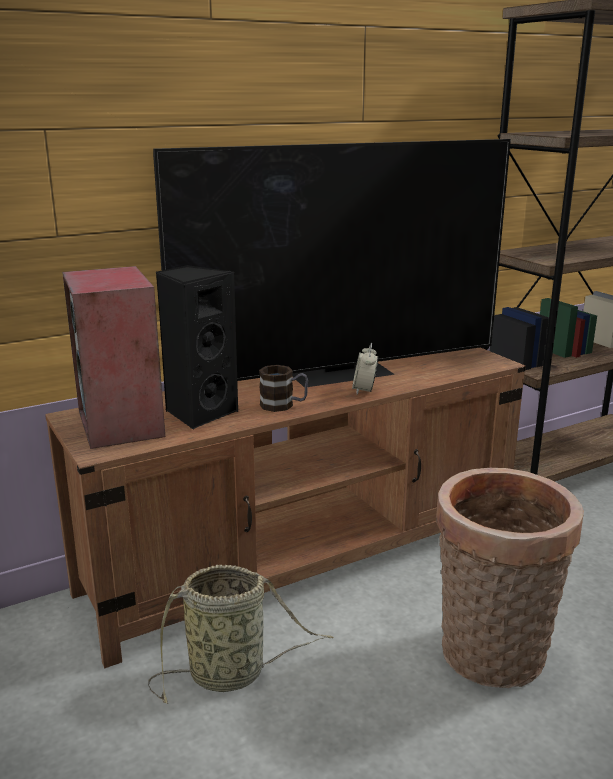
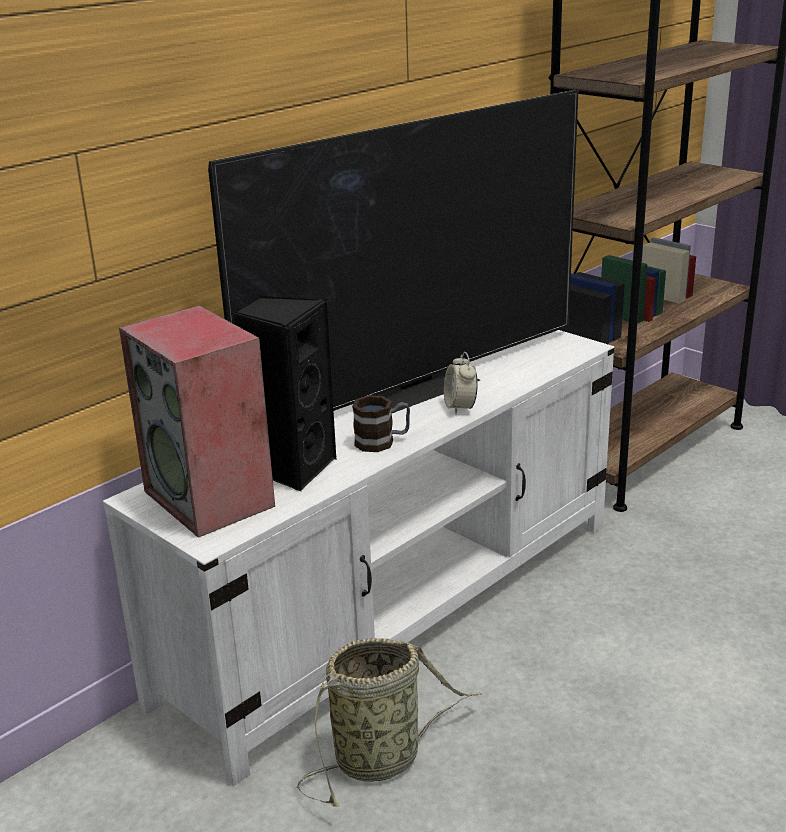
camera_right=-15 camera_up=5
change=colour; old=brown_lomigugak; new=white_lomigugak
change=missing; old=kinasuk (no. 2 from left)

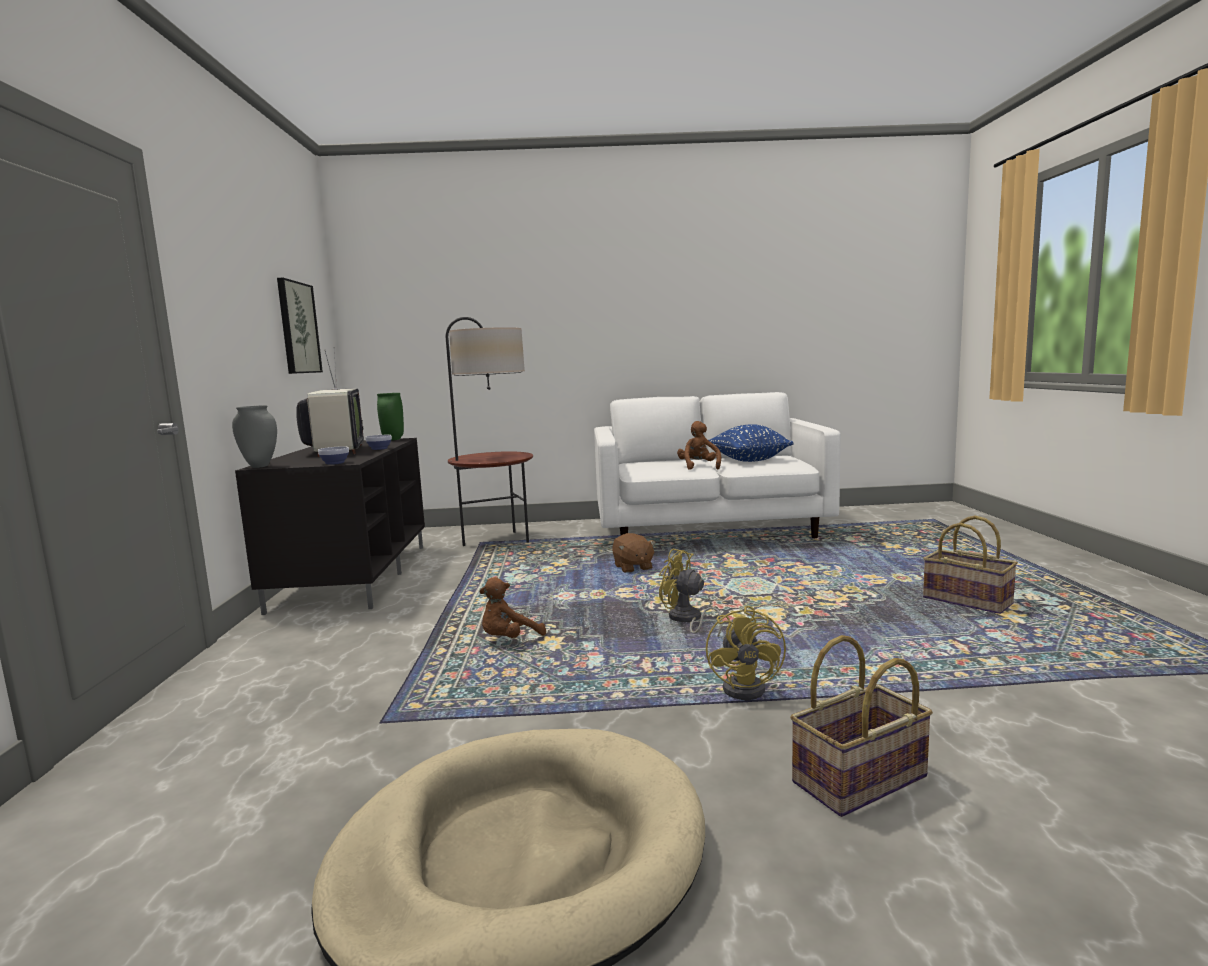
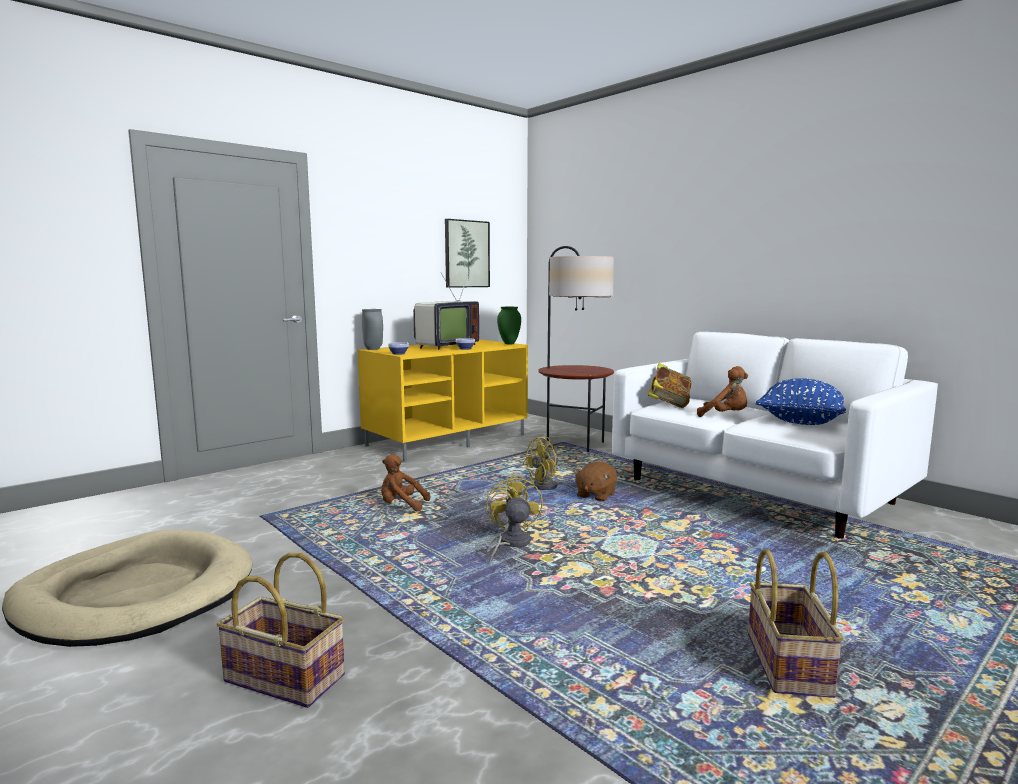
camera_right=50 camera_up=0
change=colour; old=black_lomigugak; new=yellow_lomigugak
change=relocated; old=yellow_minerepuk (no. 2 from left)
change=appeared; new=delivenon
change=spun; old=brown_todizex (no. 3 from left); degrees=75

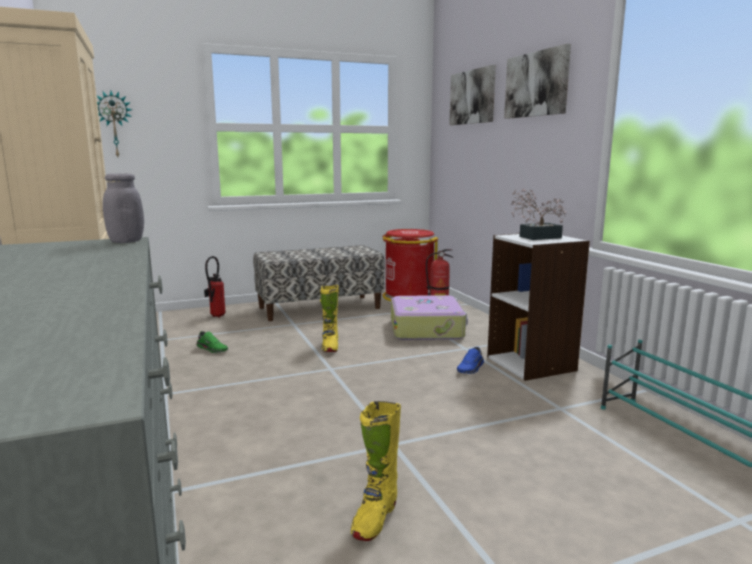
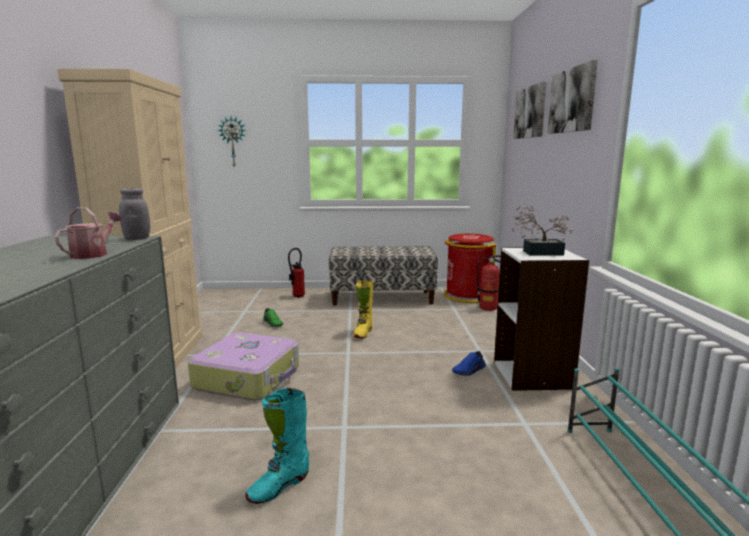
camera_right=20 camera_up=0
change=appeared; new=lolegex
change=relocated; old=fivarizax
change=colour; old=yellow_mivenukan (no. 2 from left); new=turquoise_mivenukan

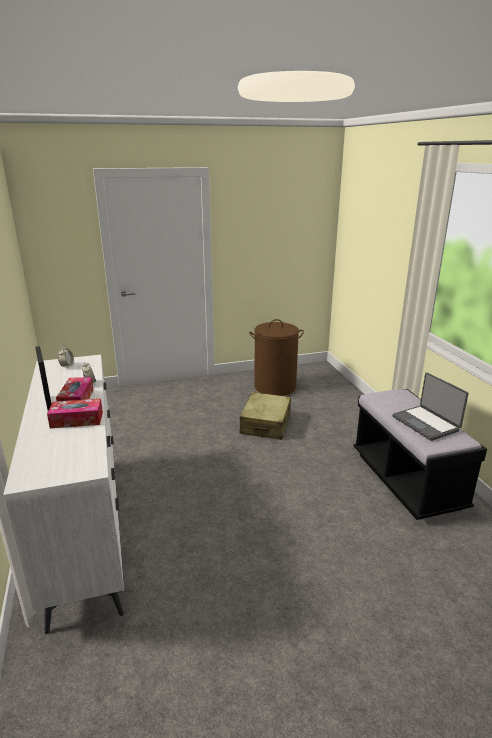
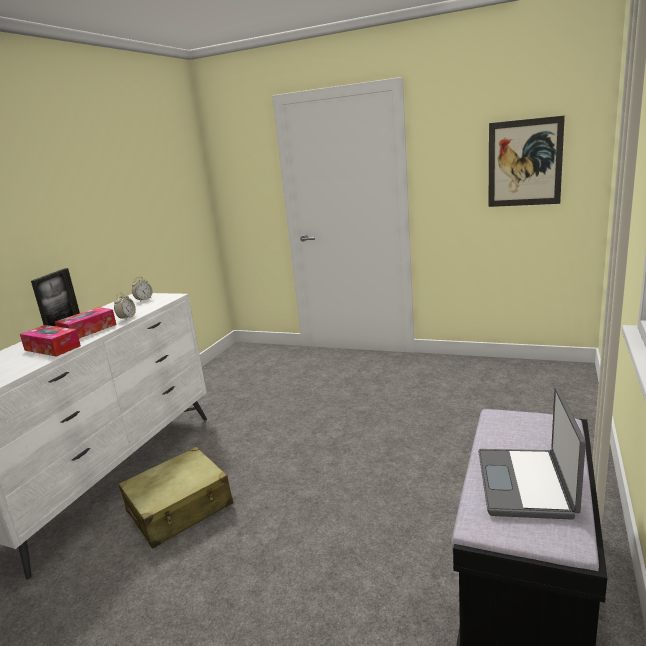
camera_right=40 camera_up=-5
change=relocated; old=beige_fivarizax
change=appeared; new=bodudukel
change=missing; old=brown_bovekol

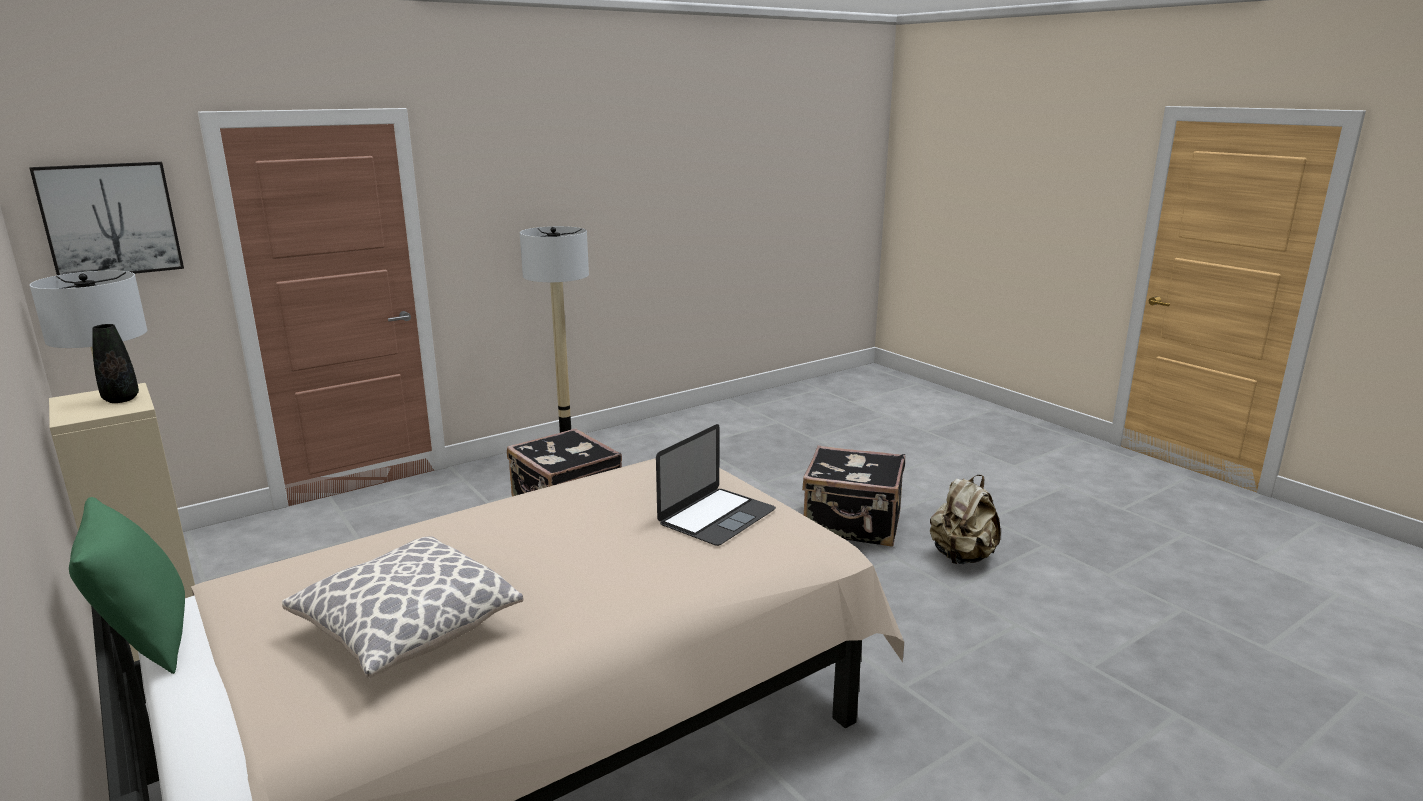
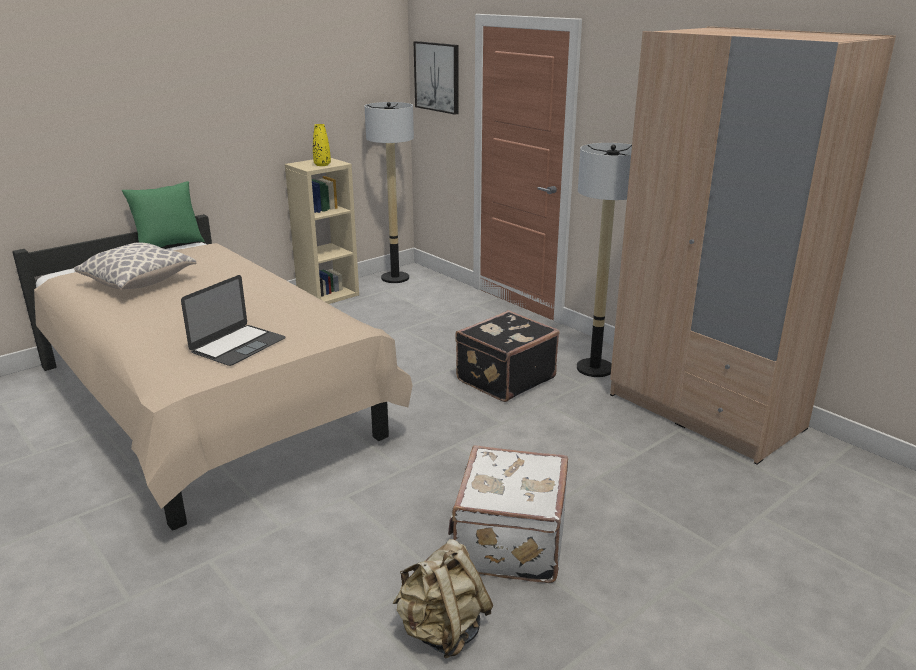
camera_right=85 camera_up=5
change=spun; old=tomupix; degrees=-90
change=colour; old=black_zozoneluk; new=yellow_zozoneluk
change=colour; old=black_fivarizax (no. 2 from left); new=white_fivarizax
change=appeared; new=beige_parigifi

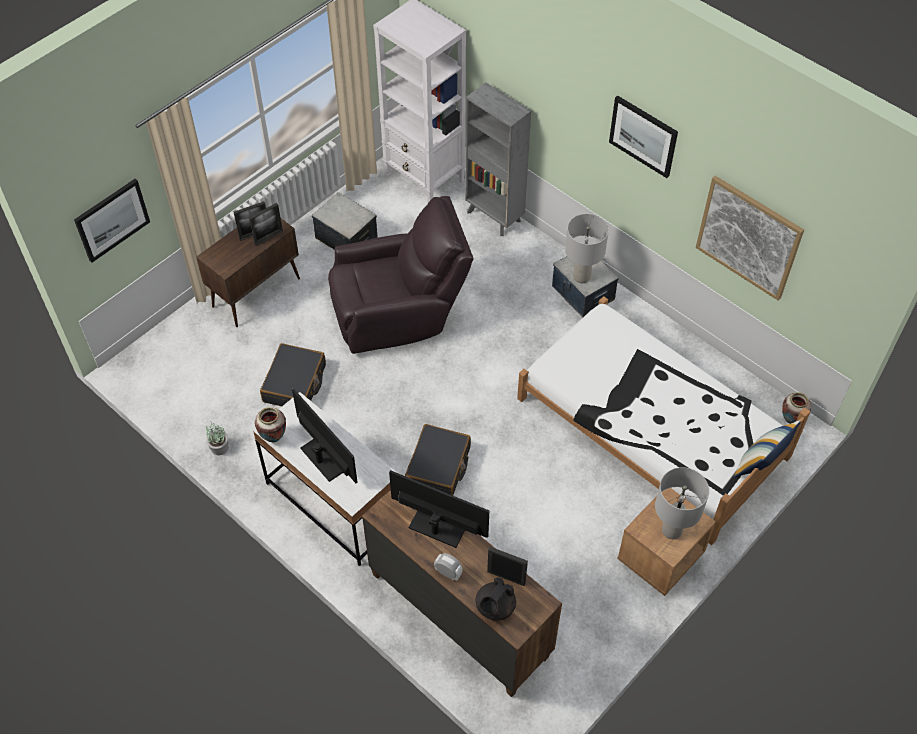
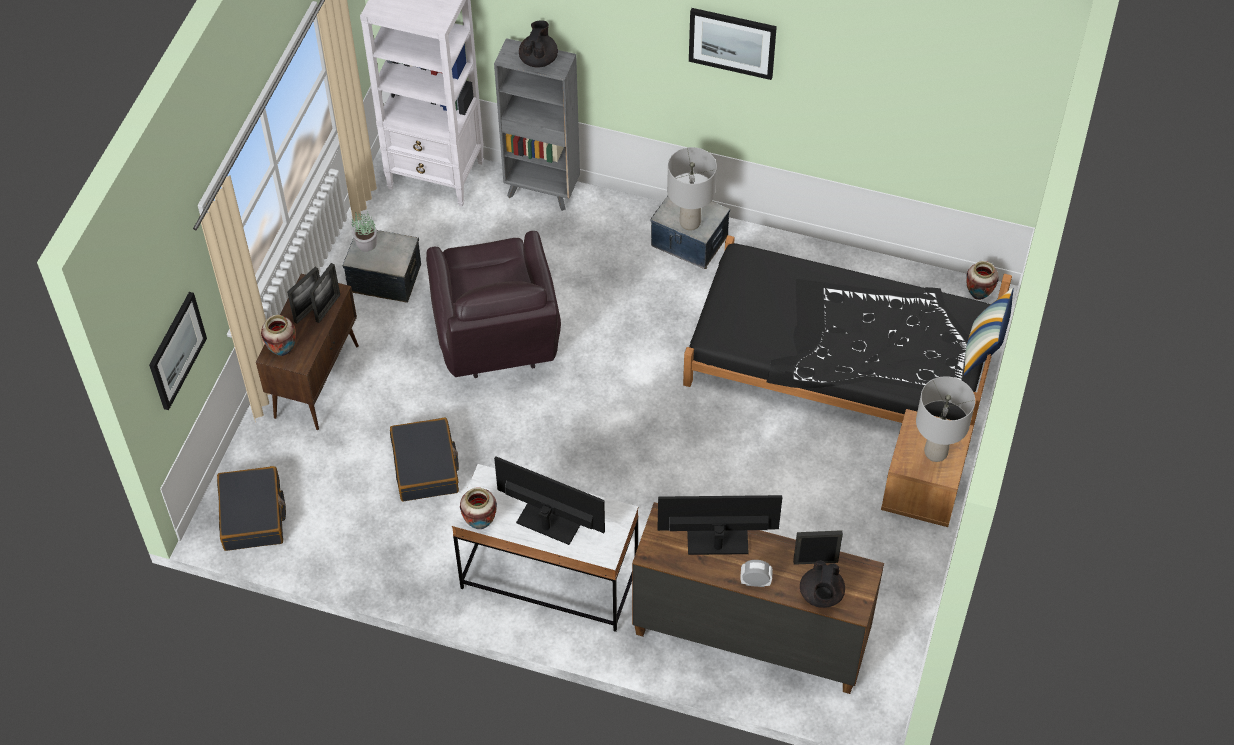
camera_right=-25 camera_up=0
change=relocated; old=black_fivarizax (no. 2 from left in the first image); new=black_fivarizax (no. 1 from left)
change=appeared; new=zozoneluk (no. 1 from left)
change=relocated; old=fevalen
change=spun; old=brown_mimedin; degrees=120
change=appeared; new=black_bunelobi (no. 1 from left)
change=colour; old=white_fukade; new=black_fukade
change=missing; old=bodudukel (no. 3 from left)

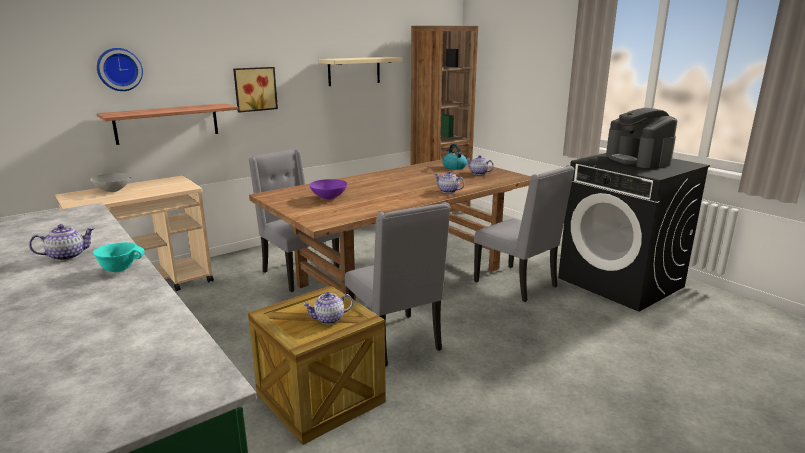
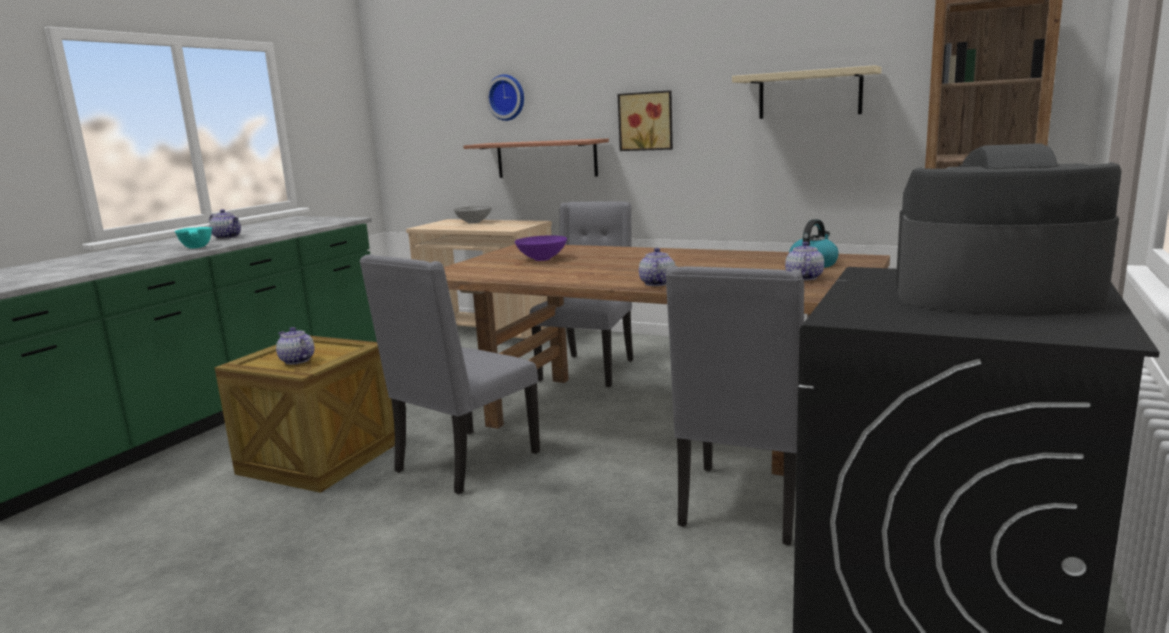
camera_right=65 camera_up=-5
change=spun; old=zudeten; degrees=60

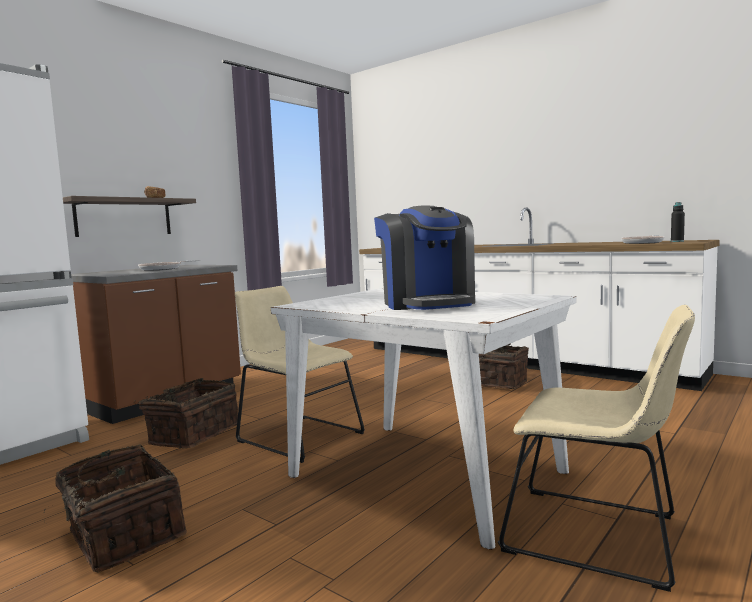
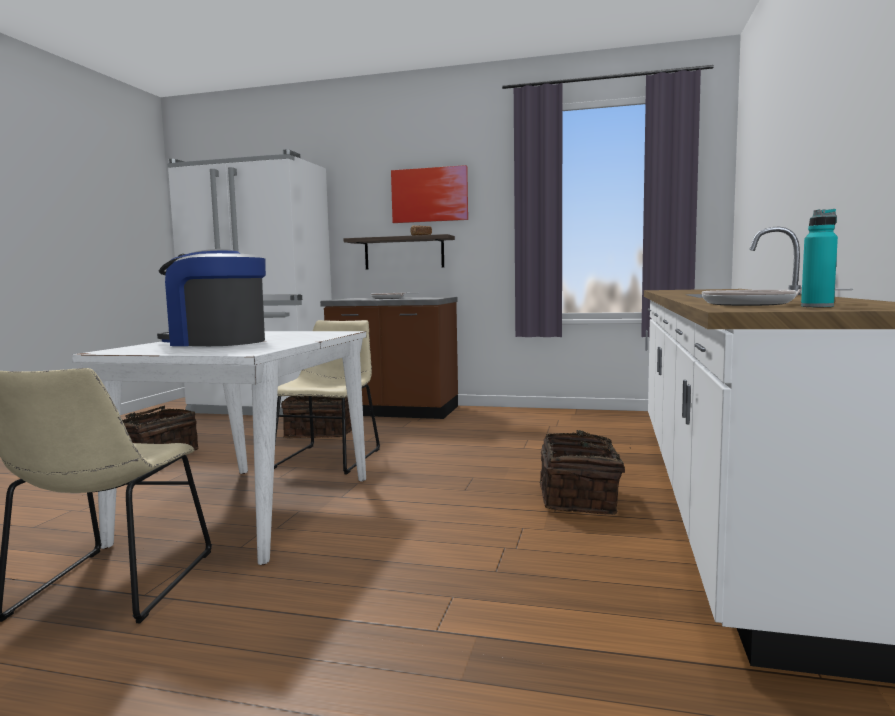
camera_right=65 camera_up=0
change=spun; old=zudeten; degrees=60
change=appeared; new=bodudukel
change=colour; old=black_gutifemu; new=turquoise_gutifemu

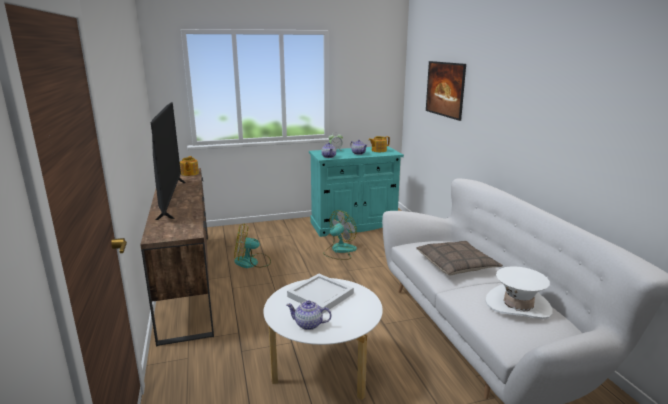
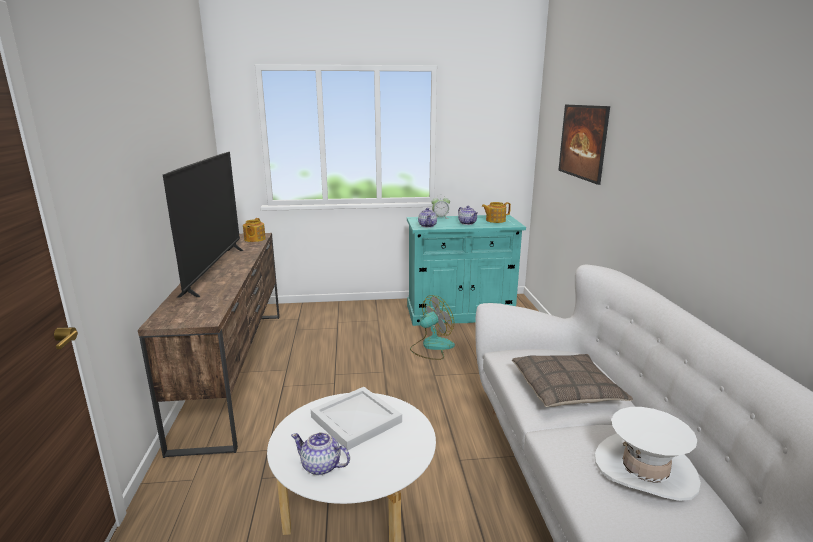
camera_right=10 camera_up=0
change=missing; old=minerepuk (no. 1 from left)

